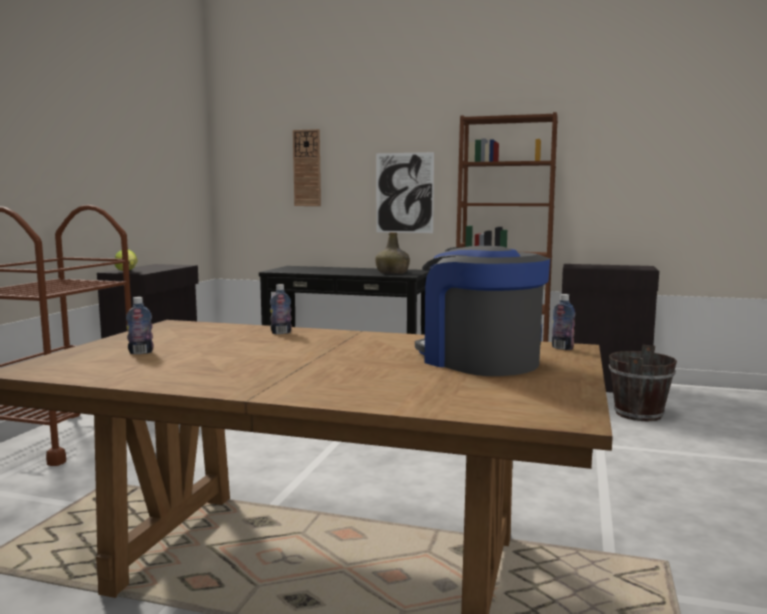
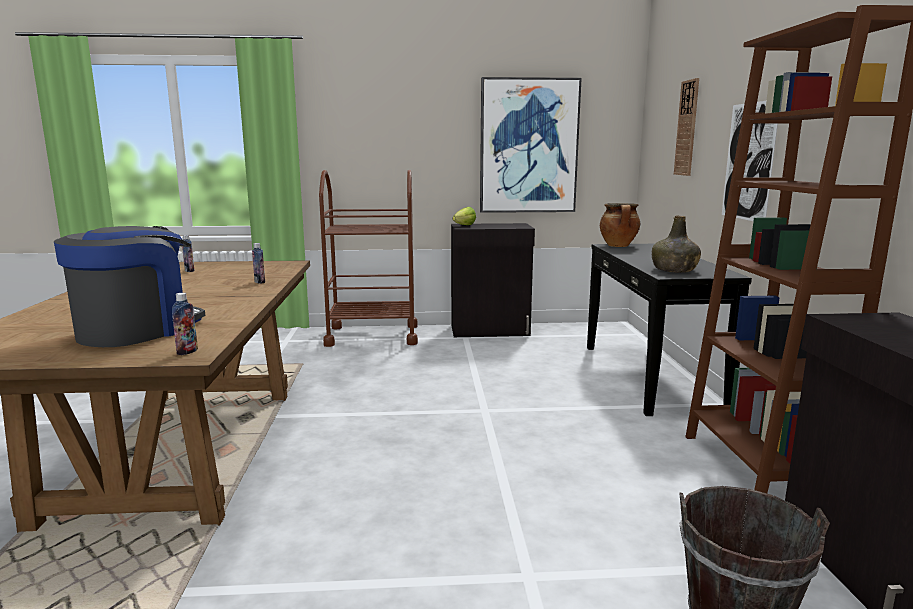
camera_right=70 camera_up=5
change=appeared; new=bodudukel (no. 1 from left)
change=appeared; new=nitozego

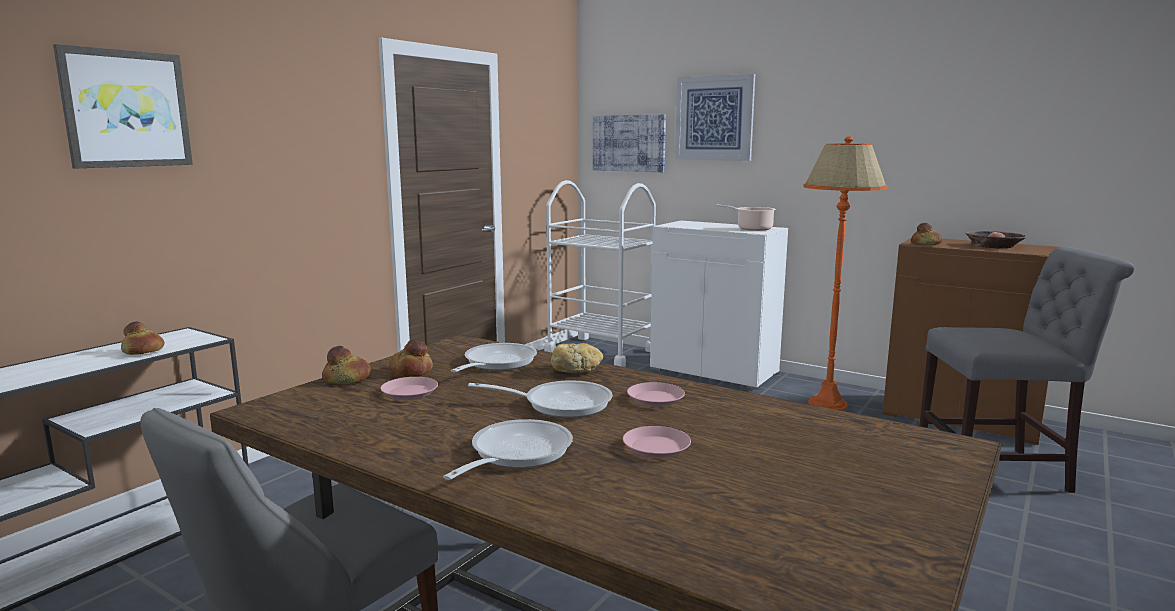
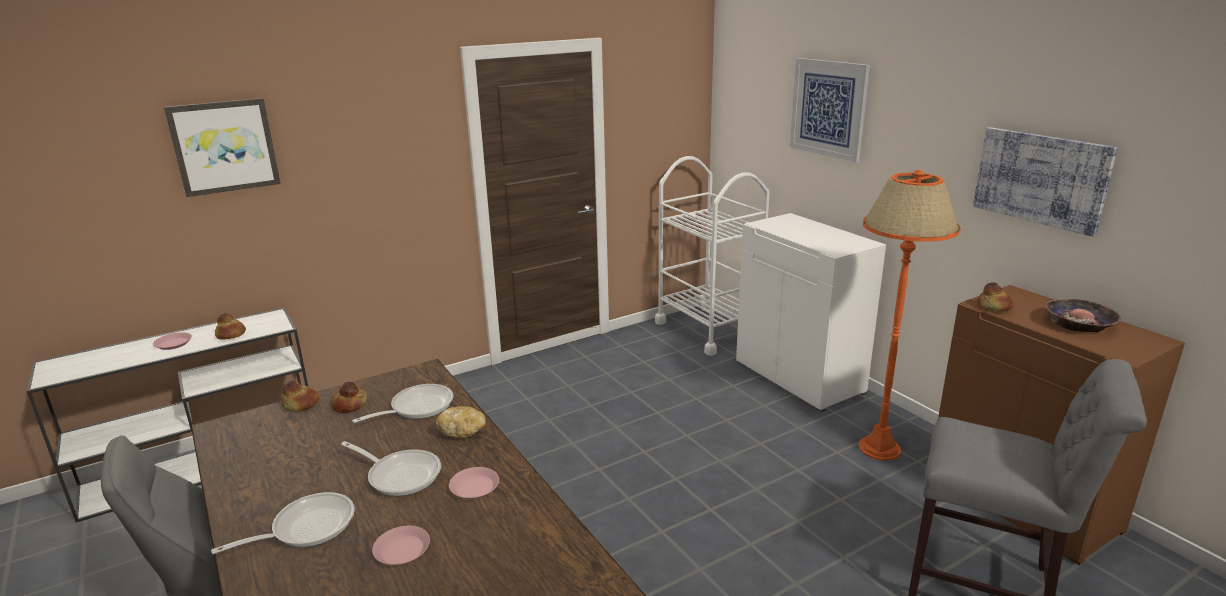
camera_right=25 camera_up=10
change=relocated; old=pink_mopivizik (no. 1 from left)
change=relocated; old=bodudukel (no. 2 from left in the first image); new=bodudukel (no. 3 from left)
change=missing; old=nitozego

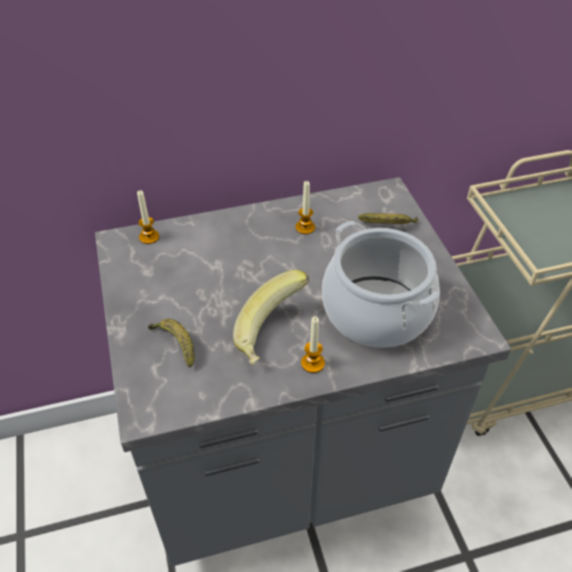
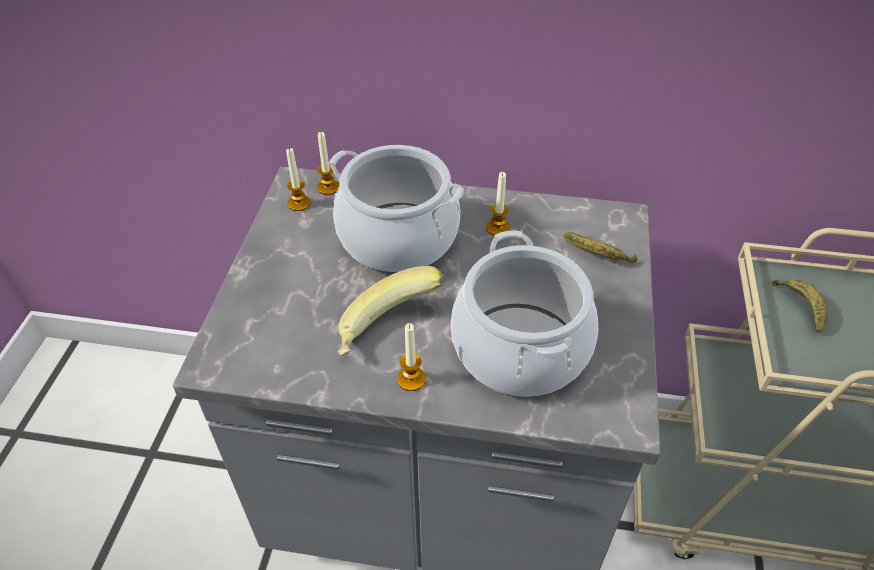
camera_right=25 camera_up=0
change=appeared; new=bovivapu (no. 1 from left)
change=appeared; new=nitozego (no. 1 from left)
change=relocated; old=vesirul (no. 1 from left in the first image); new=vesirul (no. 3 from left)

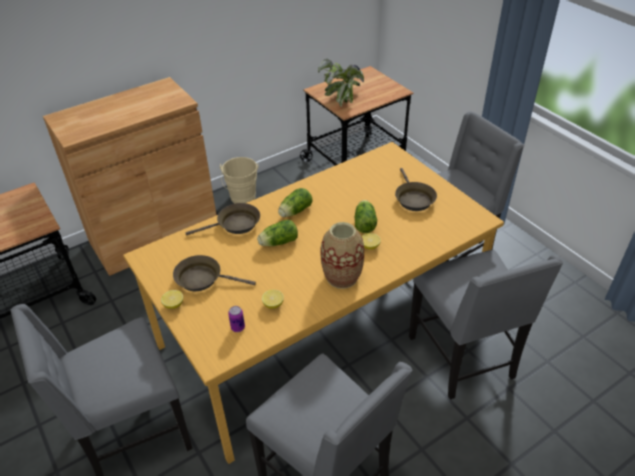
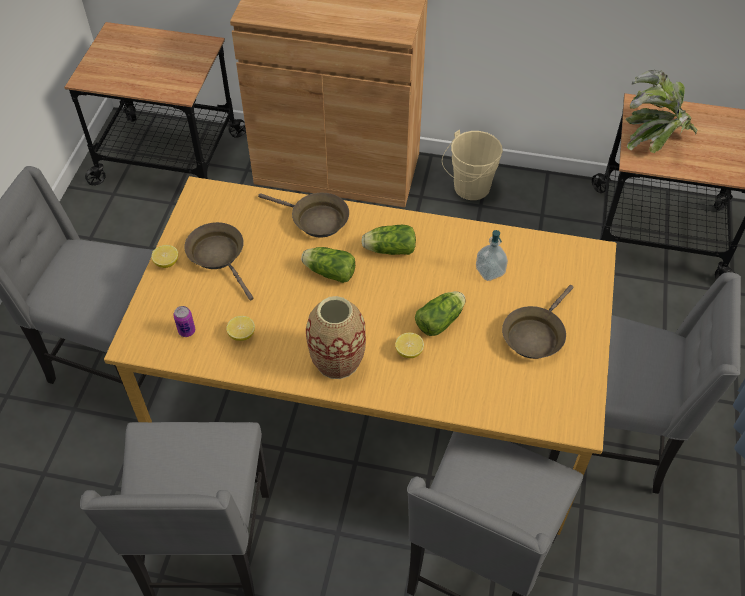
camera_right=45 camera_up=10
change=appeared; new=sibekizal

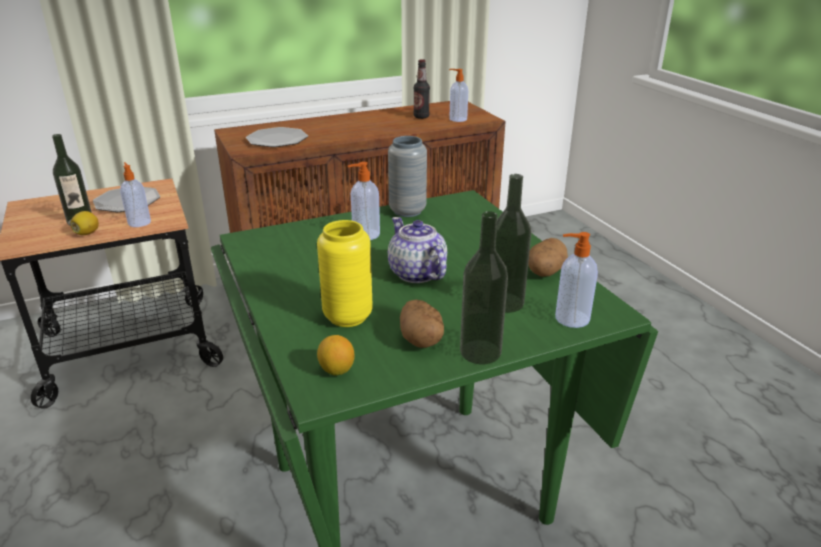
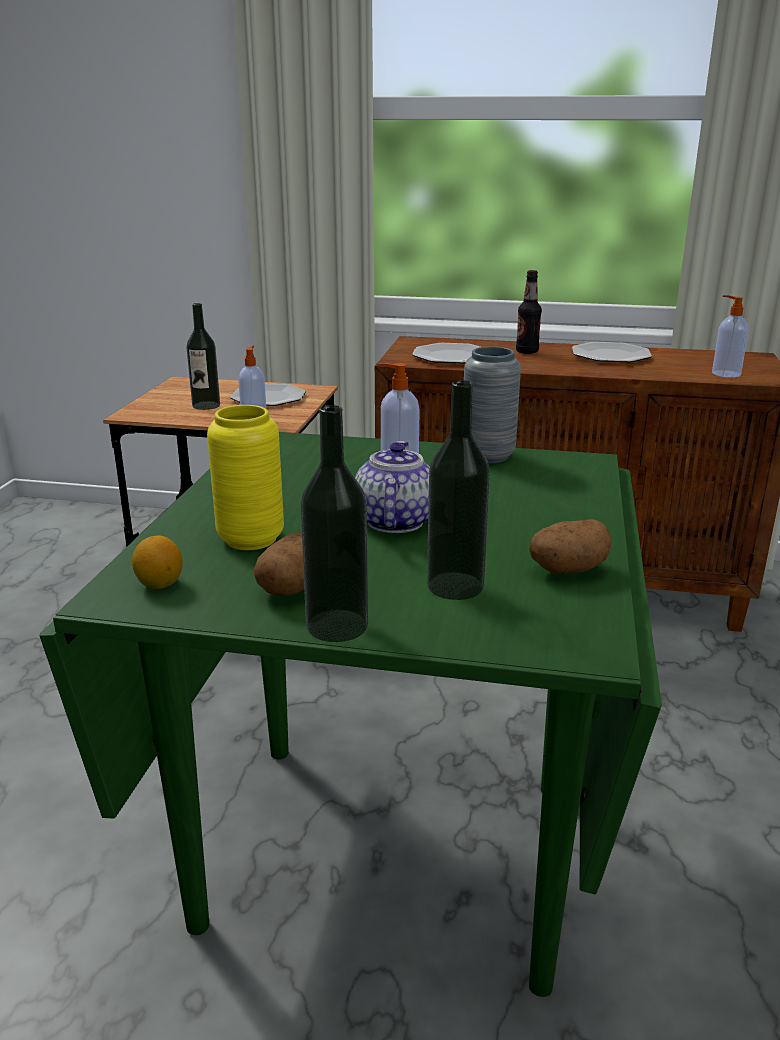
camera_right=35 camera_up=-5
change=relocated; old=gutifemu (no. 2 from left in the first image); new=gutifemu (no. 4 from left)
change=appeared; new=mopivizik (no. 3 from left)
change=missing; old=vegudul (no. 1 from left)
change=missing; old=sibekizal (no. 4 from left)

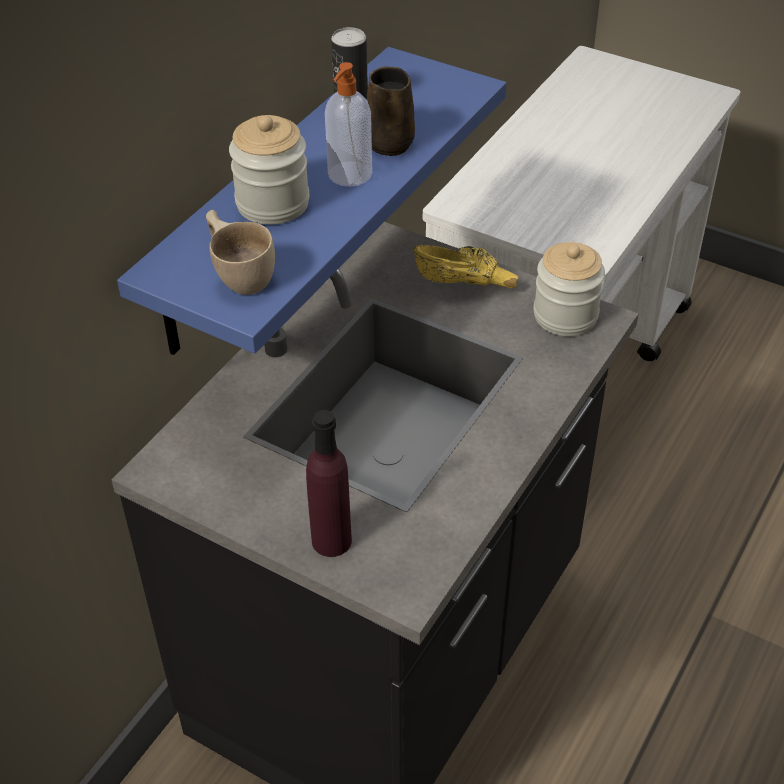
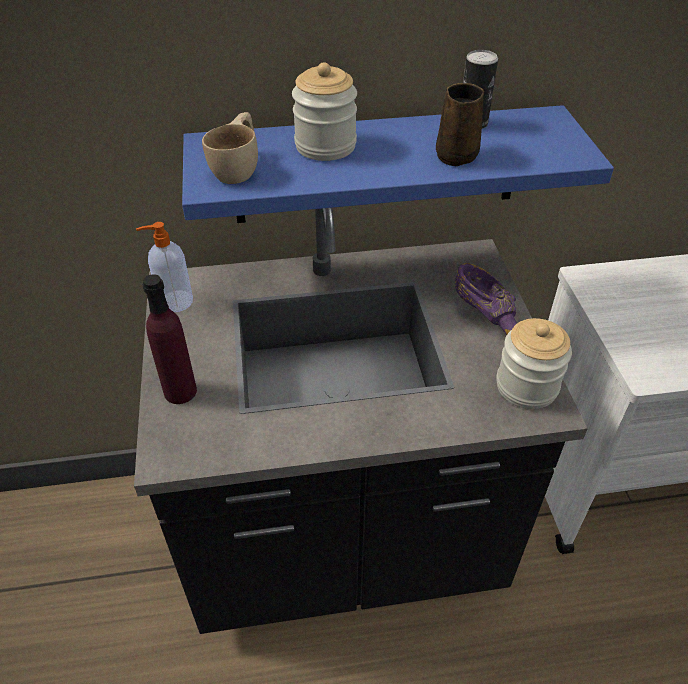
camera_right=50 camera_up=0
change=relocated; old=sibekizal
change=colour; old=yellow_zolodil; new=purple_zolodil

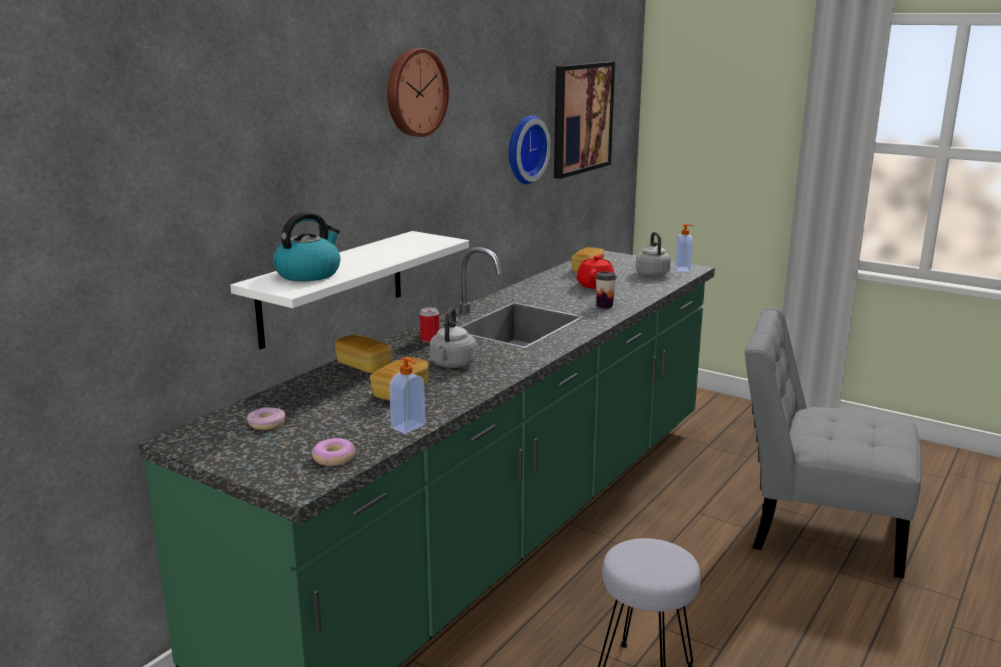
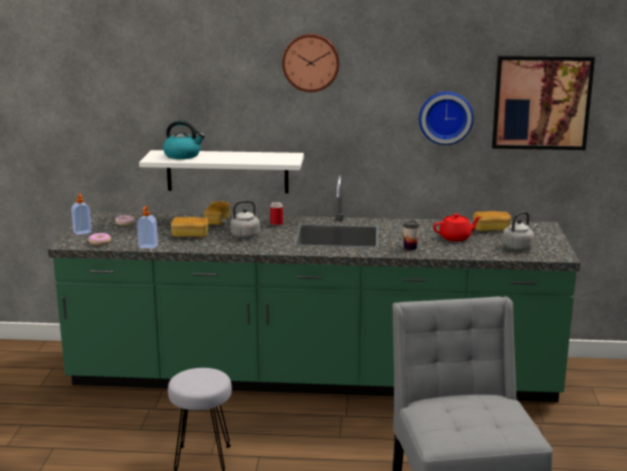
camera_right=60 camera_up=0
change=relocated; old=sibekizal (no. 2 from left in the first image); new=sibekizal (no. 1 from left)

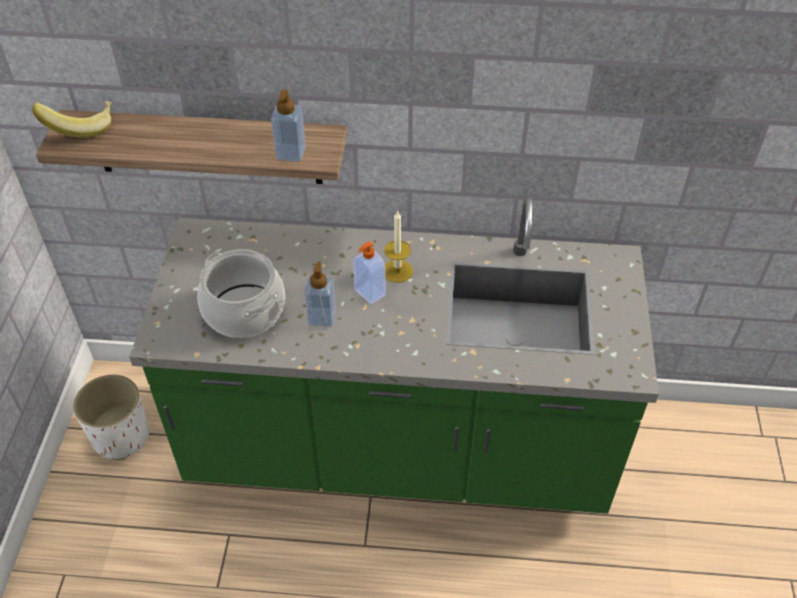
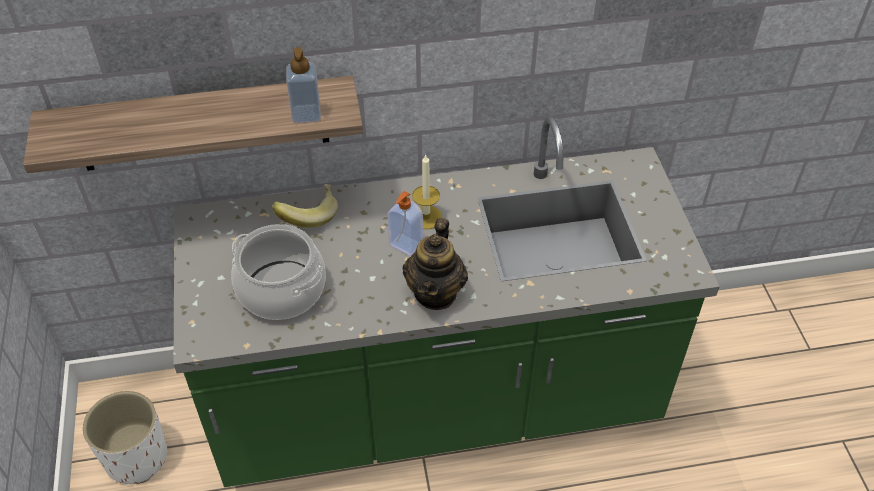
camera_right=-15 camera_up=0
change=relocated; old=vesirul
change=appeared; new=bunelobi
change=missing; old=sibekizal (no. 2 from left)

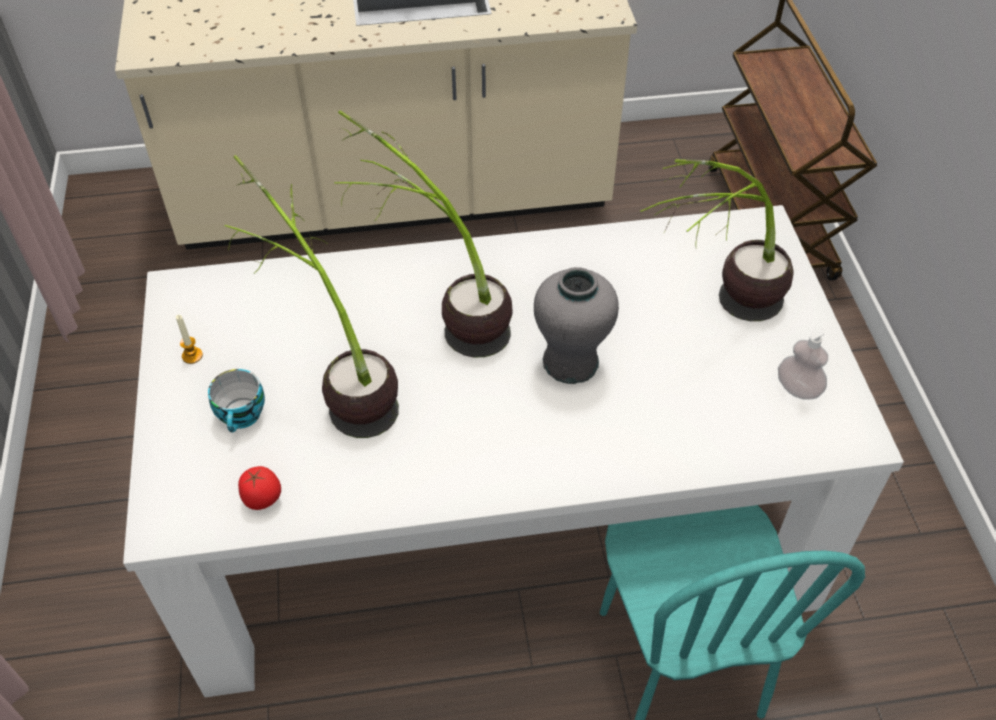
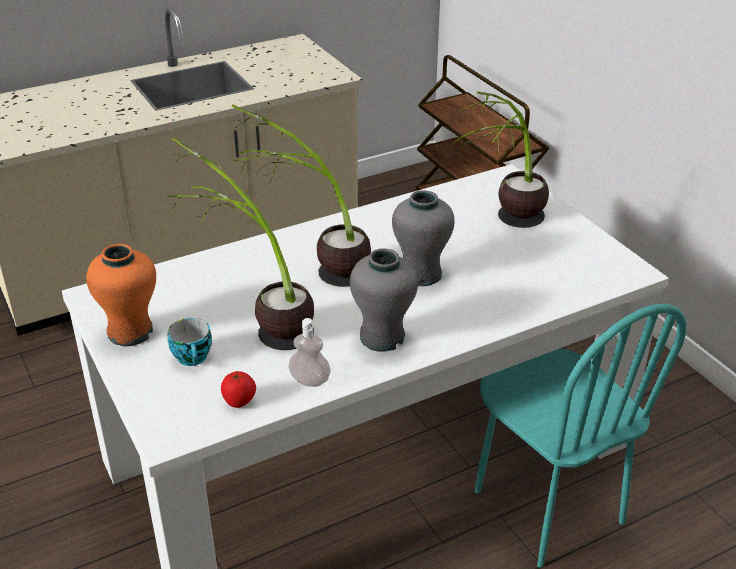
camera_right=-20 camera_up=-15
change=exchanged; old=bovivapu; new=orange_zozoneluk
change=relocated; old=sibekizal
change=appeared; new=grey_zozoneluk (no. 1 from left)

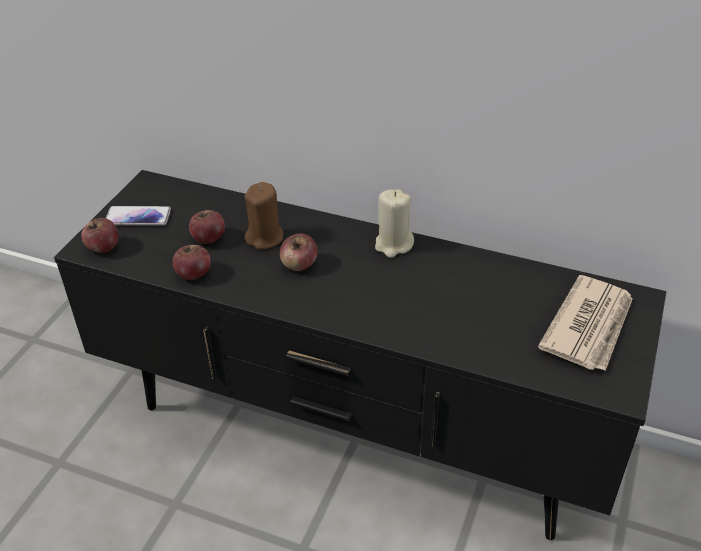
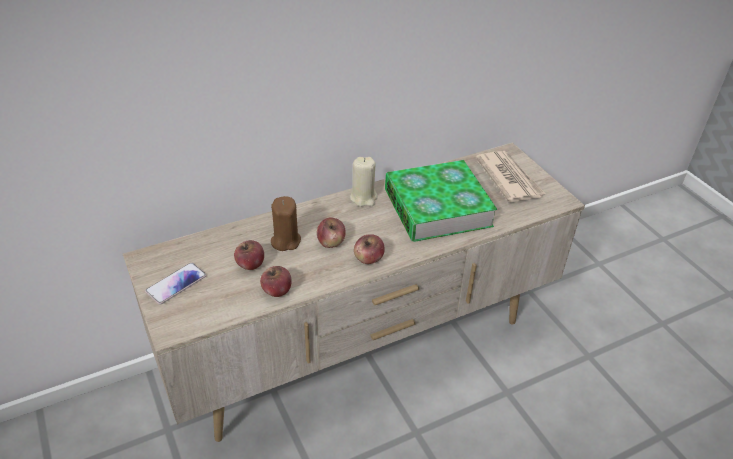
camera_right=-50 camera_up=0
change=colour; old=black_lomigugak; new=beige_lomigugak
change=relocated; old=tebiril (no. 1 from left in the first image); new=tebiril (no. 4 from left)
change=appeared; new=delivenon

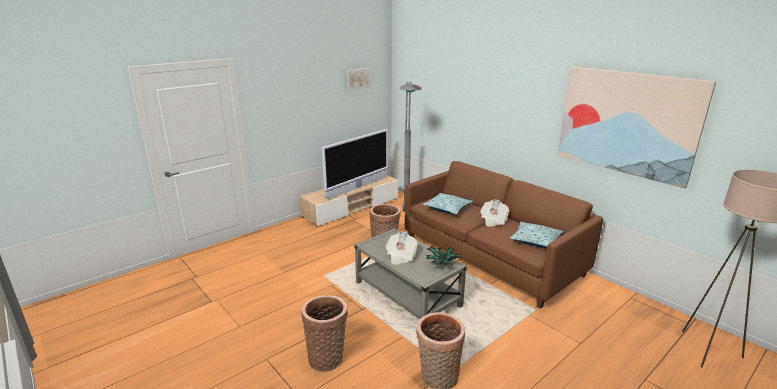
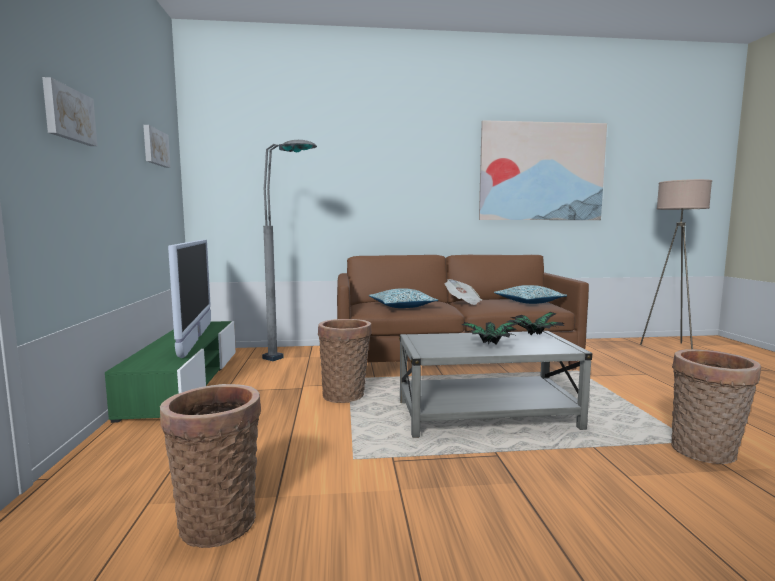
camera_right=-55 camera_up=-15
change=appeared; new=bodudukel (no. 1 from left)
change=colour; old=beige_lomigugak; new=green_lomigugak
change=relocated; old=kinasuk (no. 1 from left)
change=exchanged; old=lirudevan (no. 1 from left); new=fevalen (no. 1 from left)

